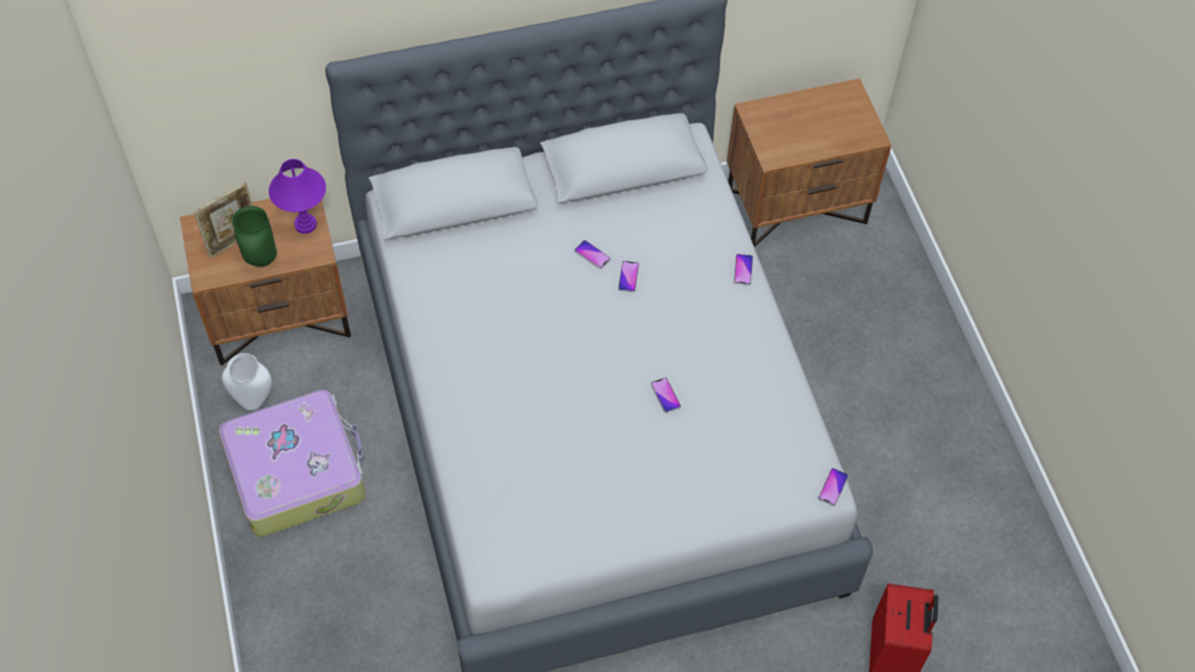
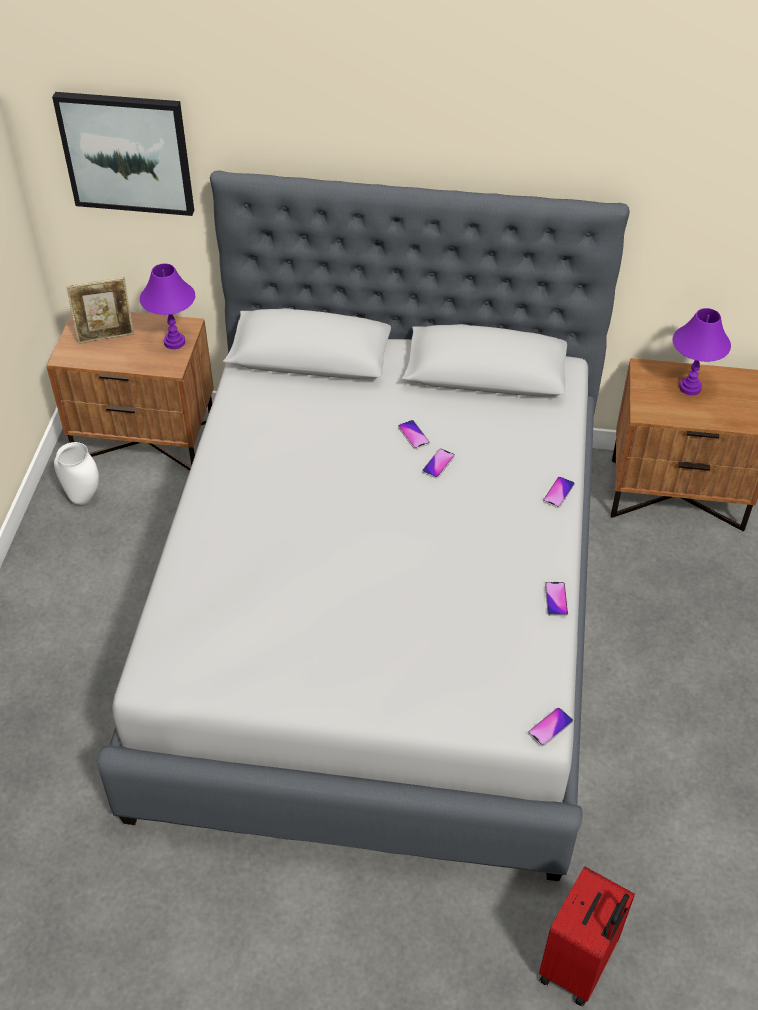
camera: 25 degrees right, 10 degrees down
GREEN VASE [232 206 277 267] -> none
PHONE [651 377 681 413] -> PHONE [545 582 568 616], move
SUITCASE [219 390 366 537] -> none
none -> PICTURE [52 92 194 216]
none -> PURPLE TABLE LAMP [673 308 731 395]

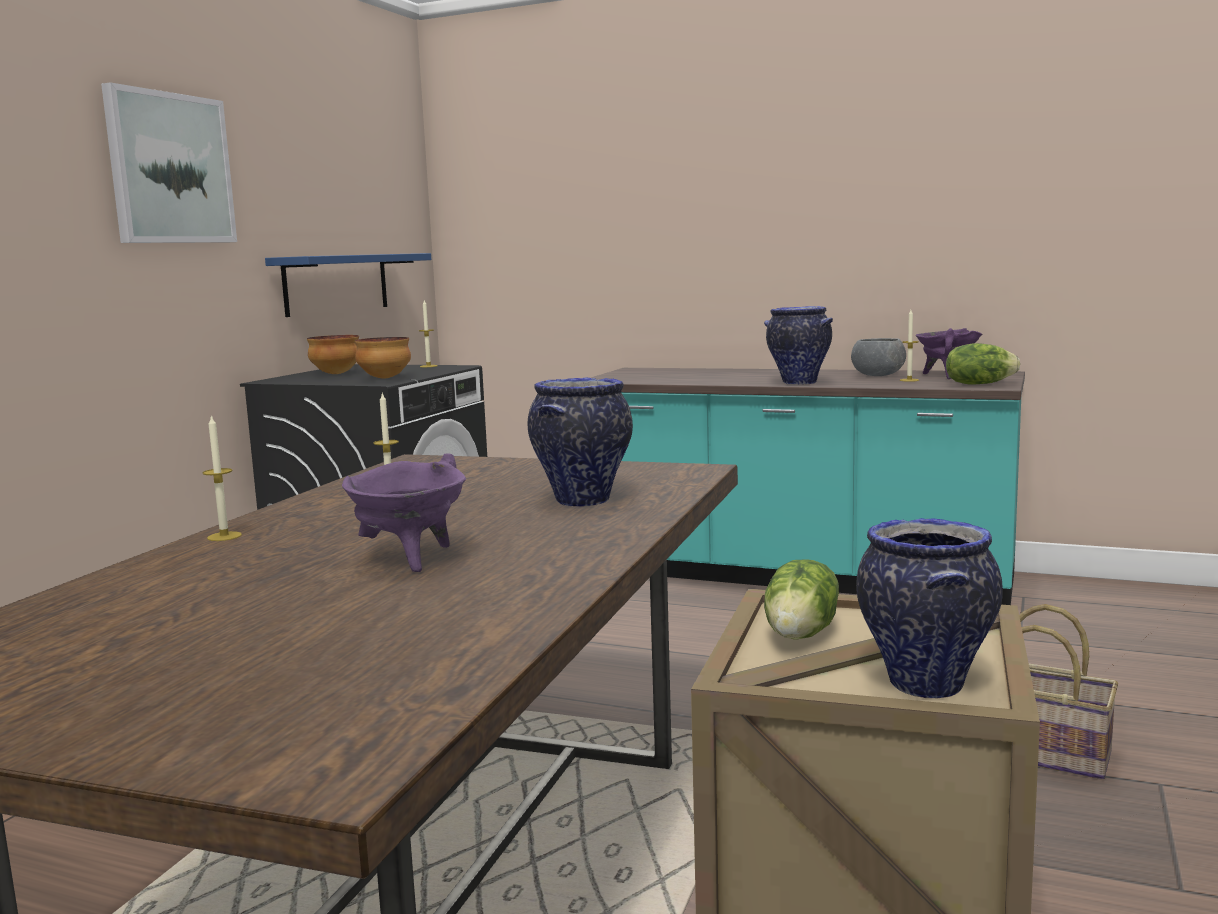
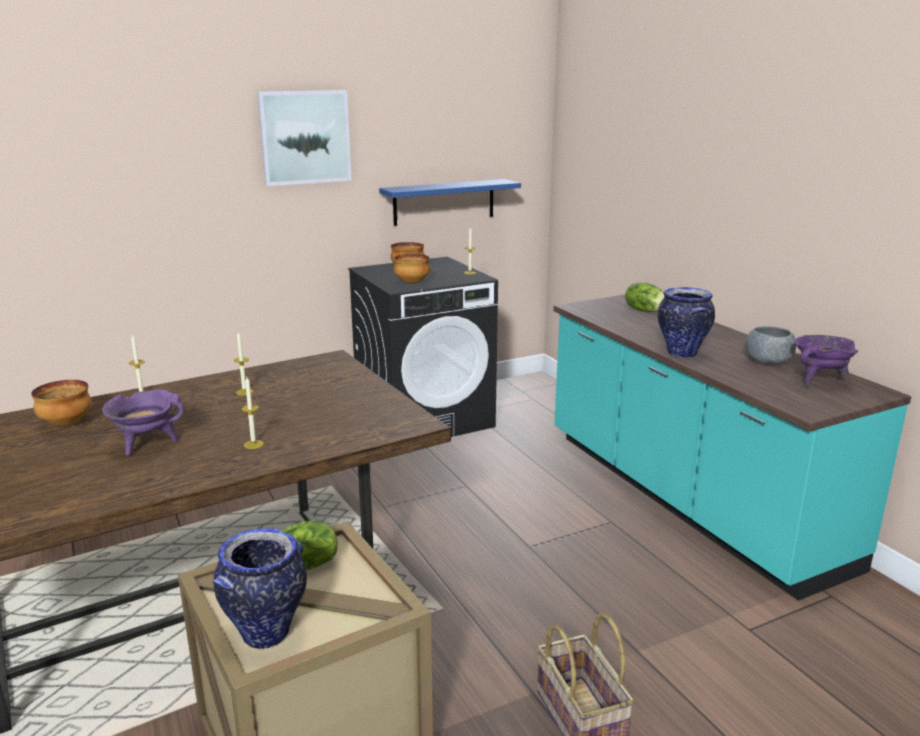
camera: 40 degrees right, 10 degrees up
CANDLE [900 310 919 382] -> CANDLE [241 377 264 449], move
LETTUCE [946 343 1020 385] -> LETTUCE [625 283 665 312], move
VASE [528 377 633 507] -> none
none -> BOWL [31 380 92 426]

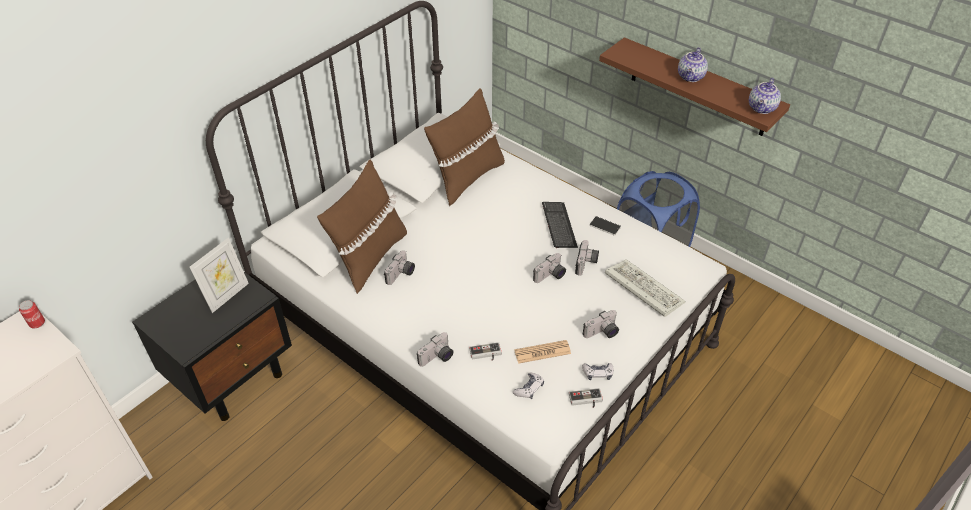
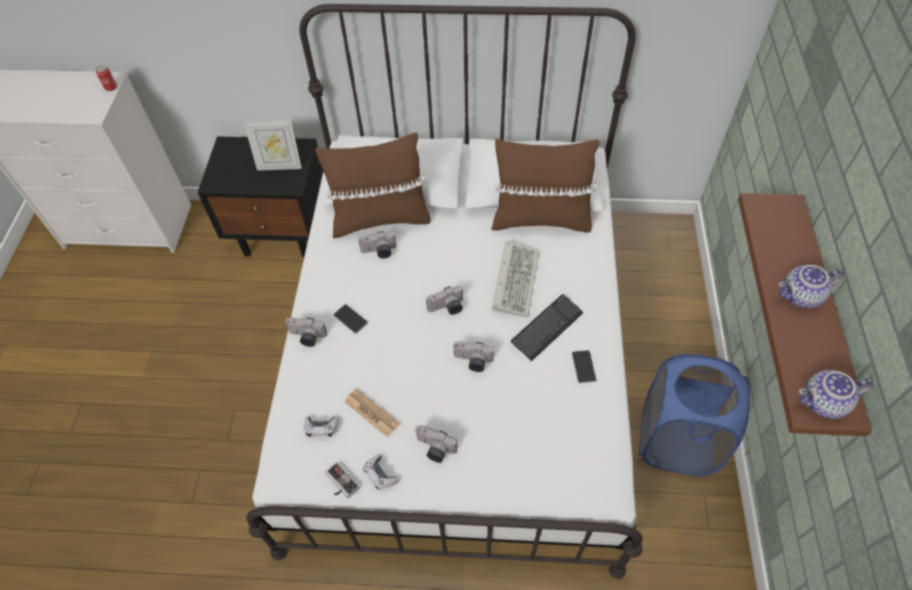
camera: 55 degrees right, 10 degrees up
PHOTO CAMERA [575 240 599 276] -> PHOTO CAMERA [426 286 464 315], move
KEYBOARD [605 259 686 317] -> KEYBOARD [492 241 539 317], move
GAME CONTROLLER [469 342 502 361] -> none
none -> PHONE [334 304 368 334]

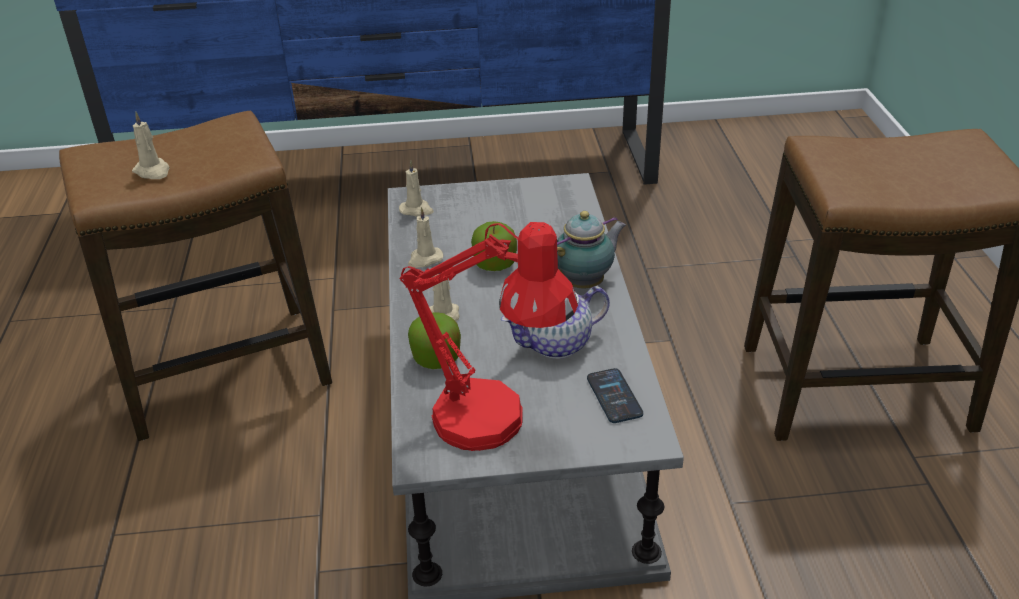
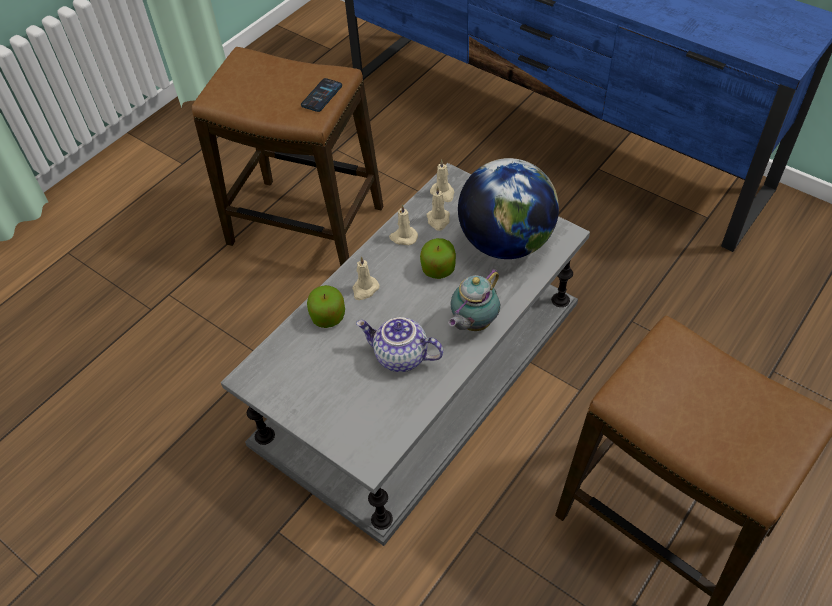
camera: 45 degrees right, 15 degrees up
BEIGE CANDLE [132 112 170 179] -> BEIGE CANDLE [426 186 450 231], move
TEAPOT [557 211 626 288] -> TEAPOT [448 269 500 331], 120 degrees clockwise
RED TABLE LAMP [400 222 578 451] -> none
PHONE [587 368 643 423] -> PHONE [301 78 342 112], move
none -> GLOBE [458 158 559 259]

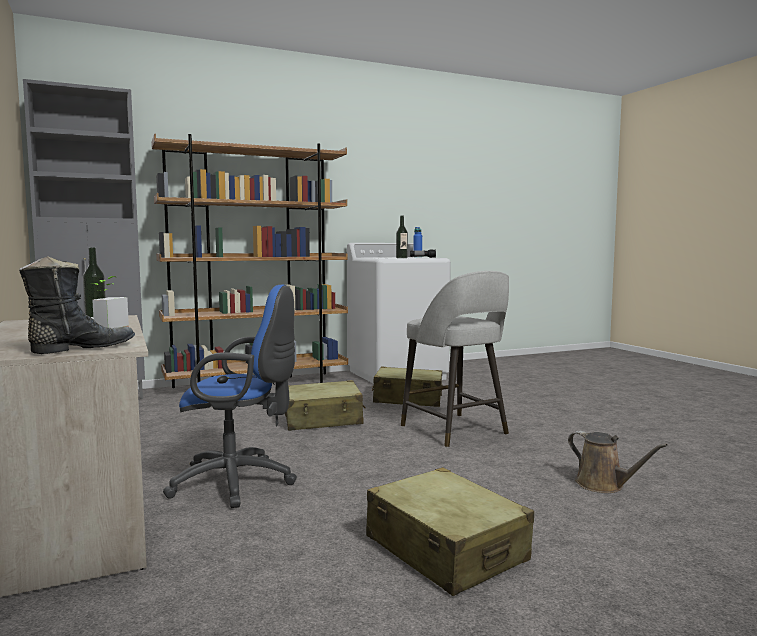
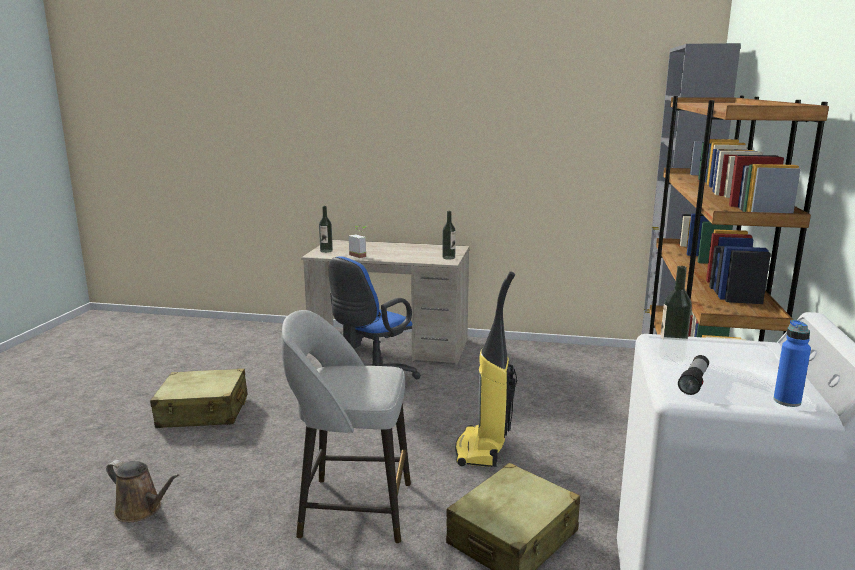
camera: 125 degrees right, 10 degrees up
BLACK BOOT [19 256 135 354] -> BOTTLE [319 206 333 253]
BEIGE SUITCASE [285 380 366 431] -> VACUUM CLEANER [455 271 517 467]
BROWN WATERING CAN [568 431 668 493] -> BROWN WATERING CAN [106 460 179 522], 150 degrees counterclockwise

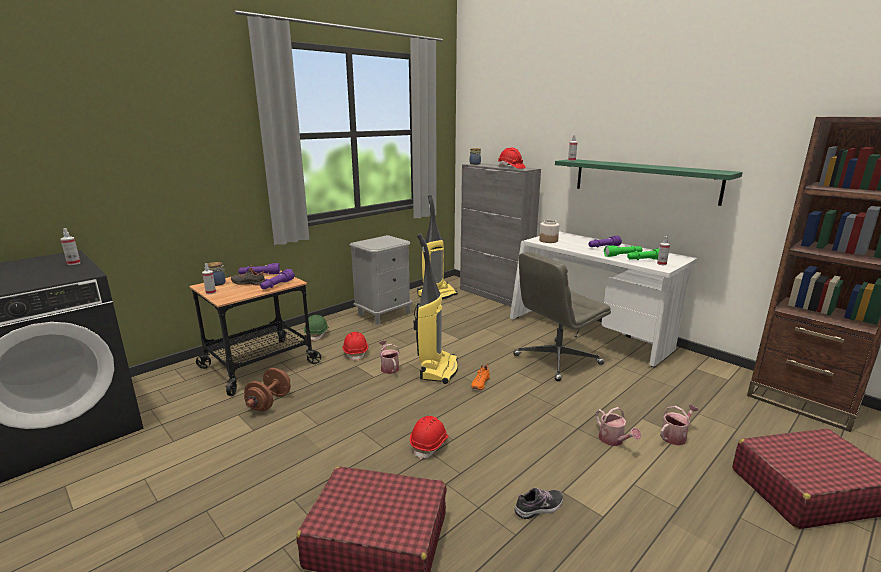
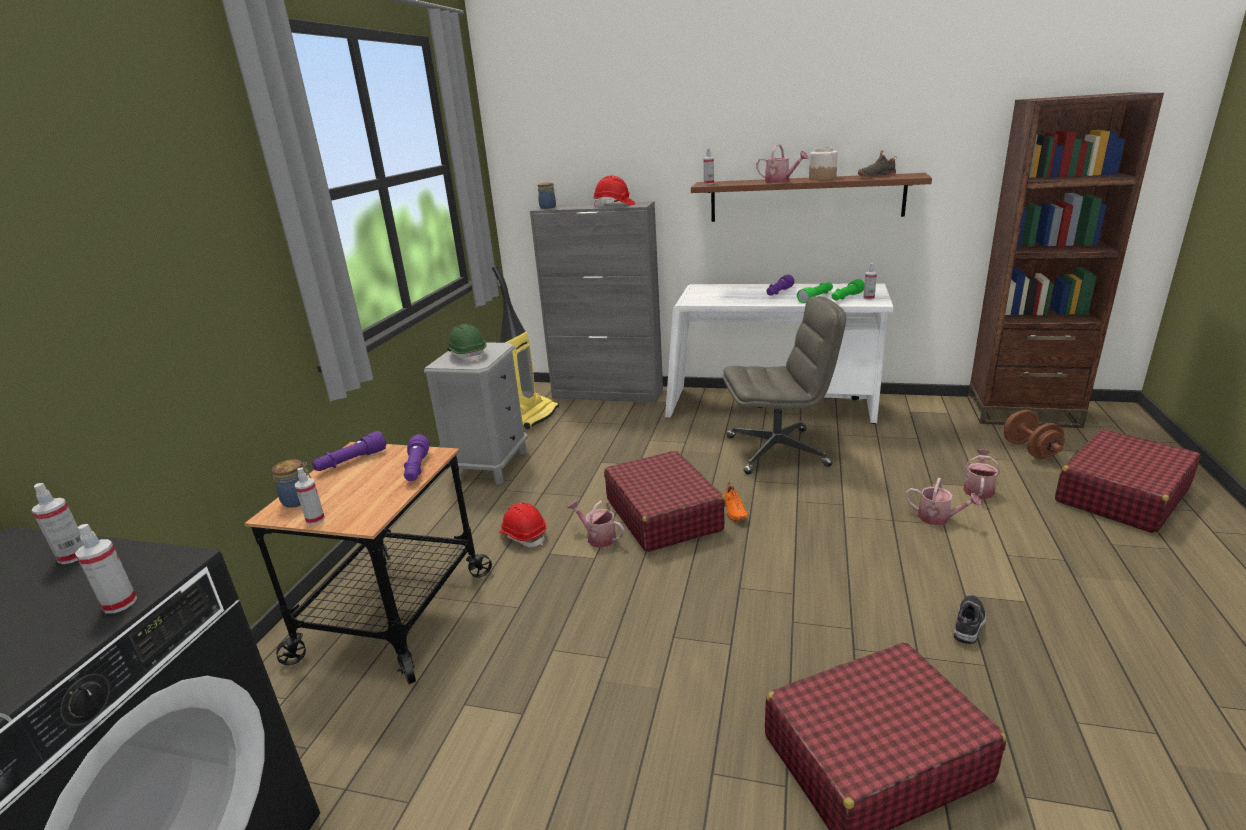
camera: 30 degrees left, 5 degrees up
GREEN SHELF [555 159 743 206] -> BROWN SHELF [691 173 932 222]
JAR [539 220 559 243] -> JAR [809 147 838 180], move
VACUUM CLEANER [414 233 458 384] -> RED SUITCASE [604 451 726 552]
GREY OFFICE CHAIR [513 252 611 381] -> GREY OFFICE CHAIR [723 296 846 474], 120 degrees counterclockwise
BLACK SHOE [231 265 265 286] -> BLACK SHOE [858 151 897 178], move
GREEN HARD HAT [304 315 329 341] -> GREEN HARD HAT [447 324 486 362], move
BROWN DUMBBELL [244 368 291 411] -> BROWN DUMBBELL [1004 410 1065 459], move
RED HARD HAT [410 416 449 460] -> none
none -> WATERING CAN [756 144 809 183]
none -> SPRAY BOTTLE [75 524 137 614]

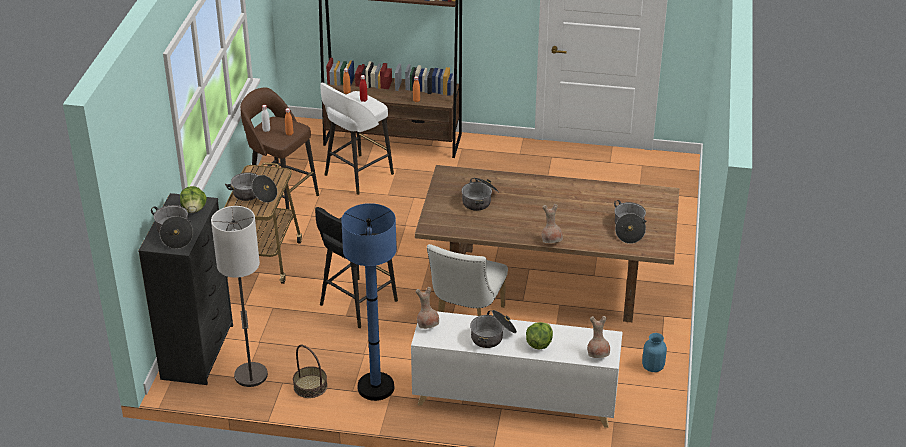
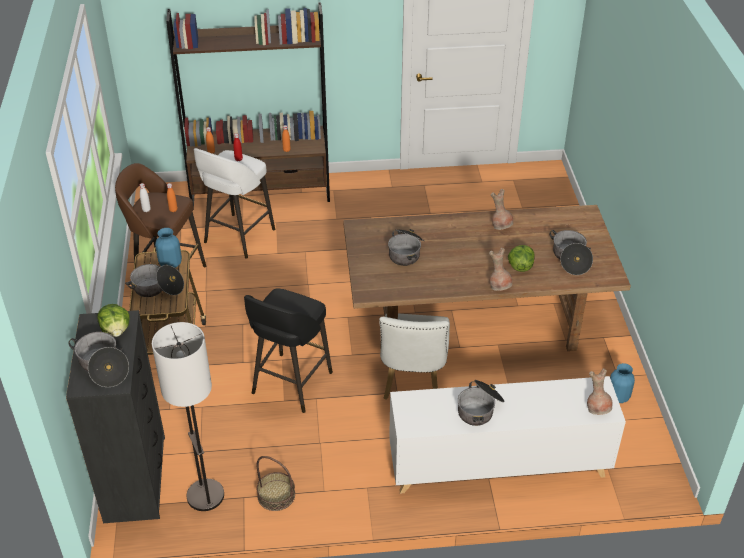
camera: 15 degrees left, 5 degrees up
BLUE FLOOR LAMP [341 203 397 401] -> none
BROWN VASE [416 287 439 329] -> BROWN VASE [491 189 513 230], move
LETTUCE [526 322 553 350] -> LETTUCE [508 245 534 272], move
none -> BLUE VASE [155 228 182 268]

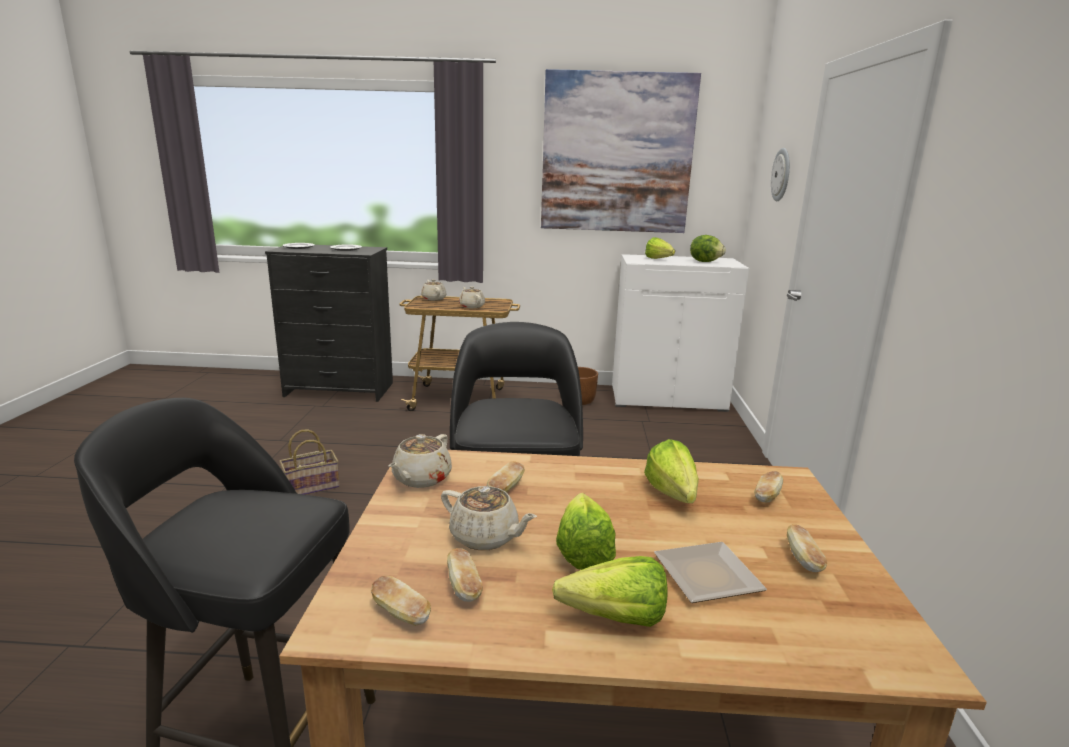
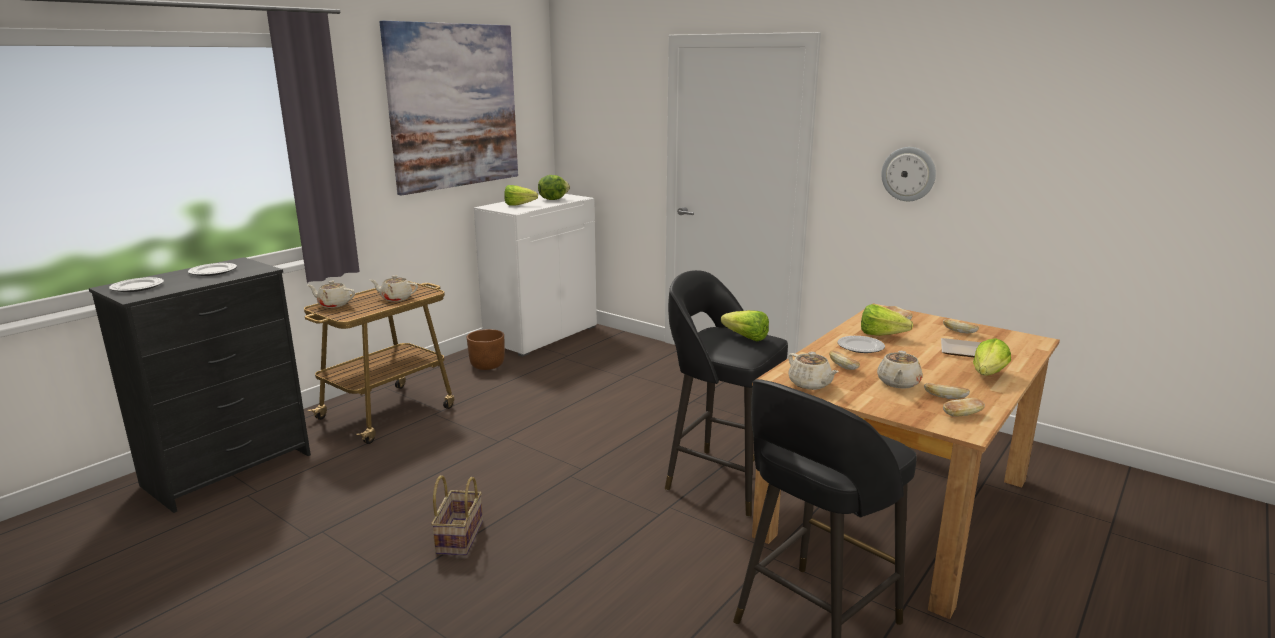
camera: 55 degrees left, 0 degrees up
WALL CLOCK [771 148 790 201] -> WALL CLOCK [881 147 936 201], move
BEIGE TEAPOT [441 486 537 550] -> BEIGE TEAPOT [877 351 922 389], 135 degrees clockwise
LETTUCE [556 493 616 570] -> LETTUCE [721 310 769 342], move
none -> PLATE [837 336 885 353]

